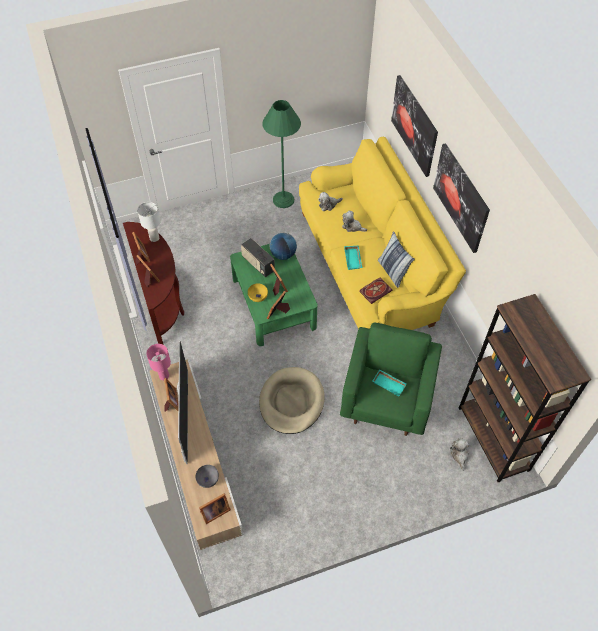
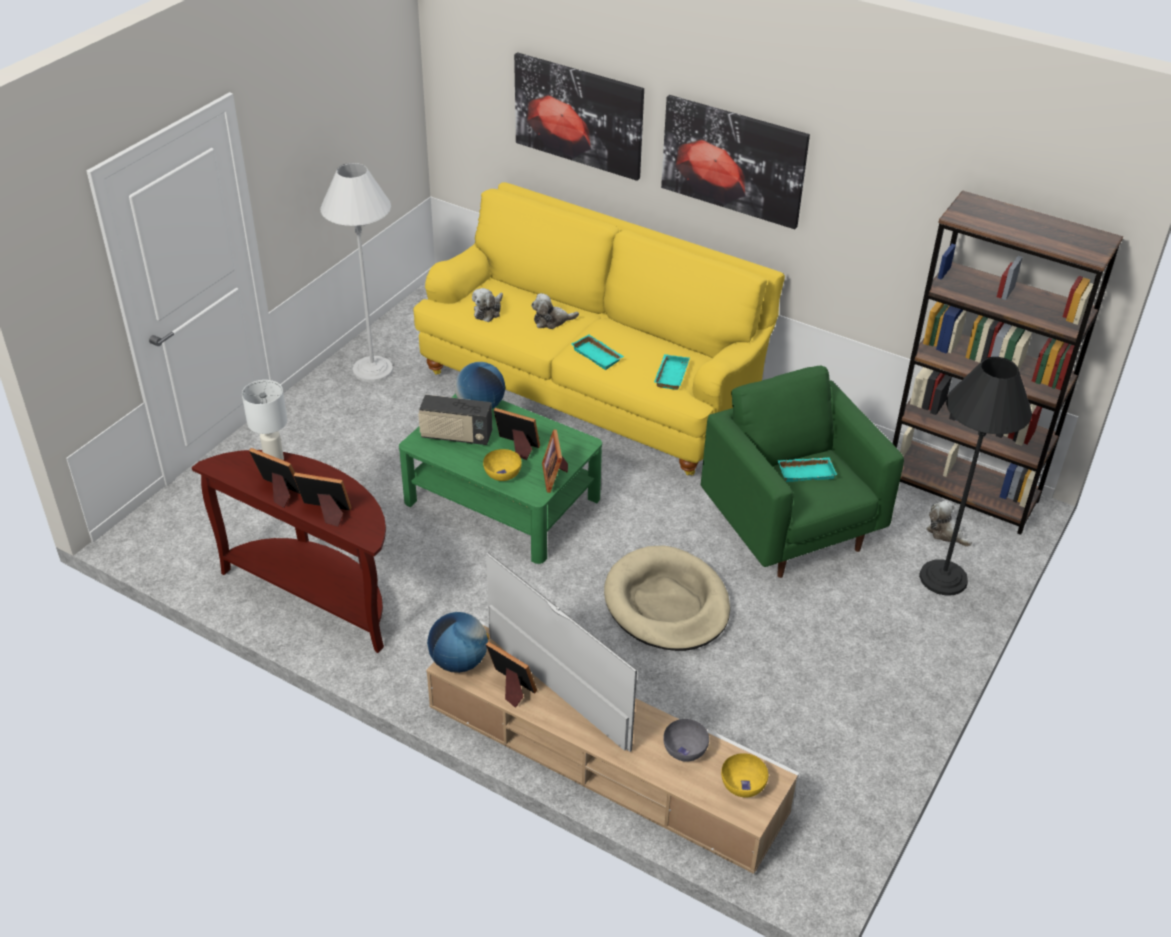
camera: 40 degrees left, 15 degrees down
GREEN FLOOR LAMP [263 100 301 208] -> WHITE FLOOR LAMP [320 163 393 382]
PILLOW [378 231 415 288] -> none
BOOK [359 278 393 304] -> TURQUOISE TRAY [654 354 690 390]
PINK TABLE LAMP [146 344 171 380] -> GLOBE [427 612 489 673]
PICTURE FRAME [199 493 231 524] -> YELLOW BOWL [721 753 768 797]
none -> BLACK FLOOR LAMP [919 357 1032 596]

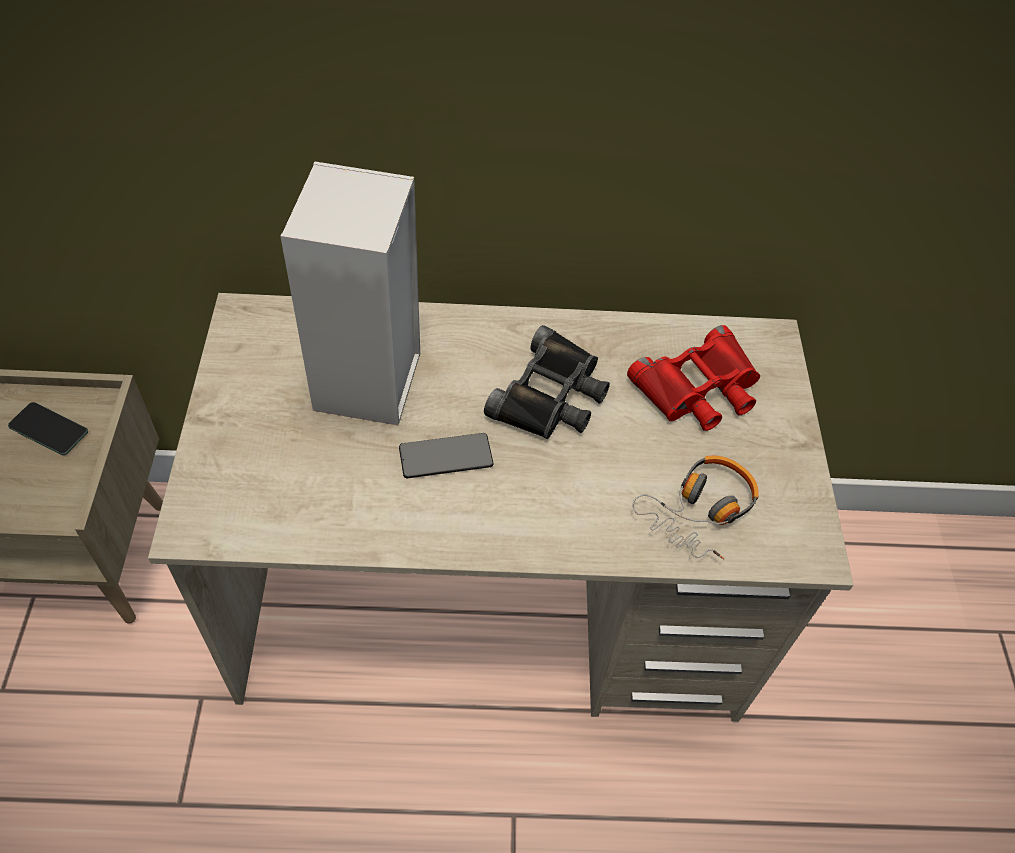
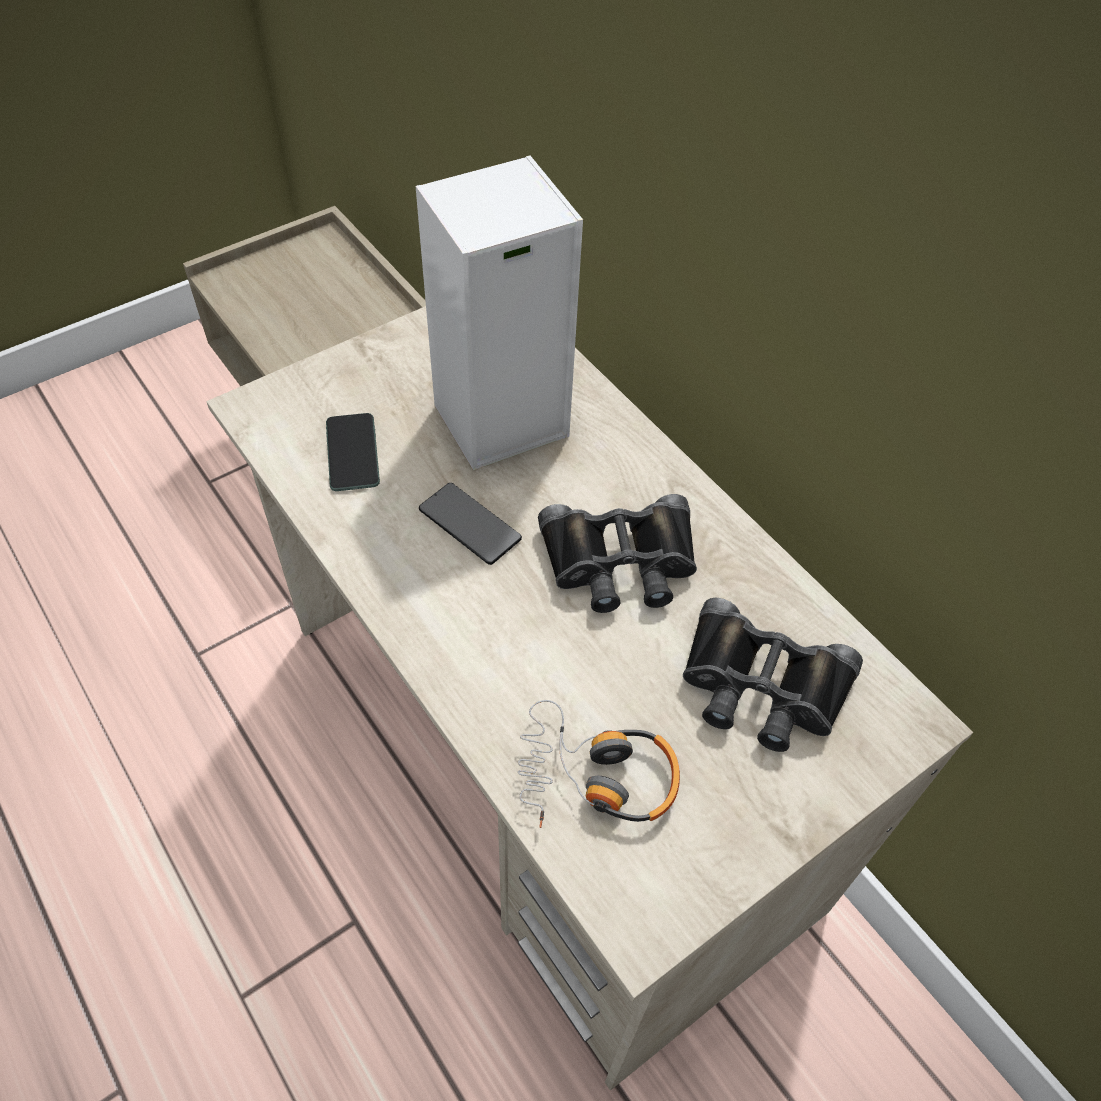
camera: 55 degrees right, 0 degrees up
RED BINOCULARS [627 325 760 431] -> BLACK BINOCULARS [683 598 863 752]
PHONE [8 402 88 455] -> PHONE [326 413 380 491], move

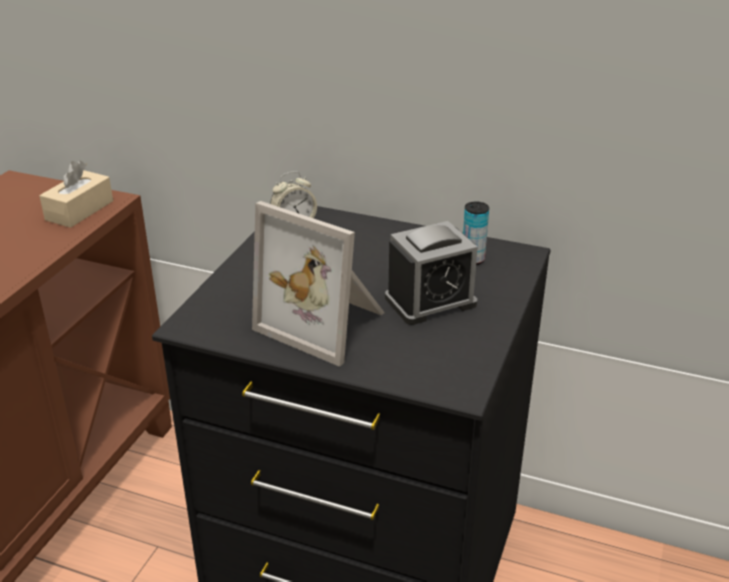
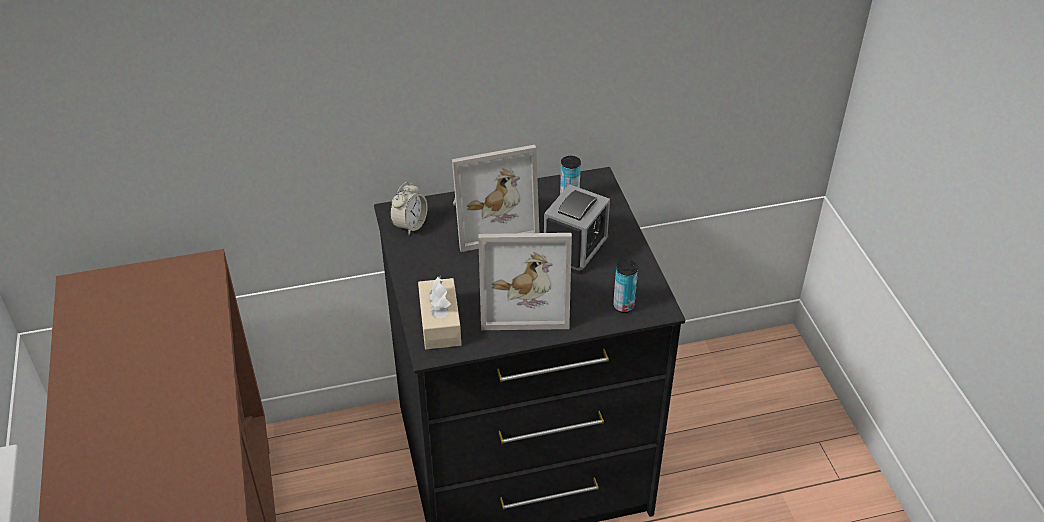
camera: 35 degrees left, 10 degrees up
BEIGE TISSUE BOX [39 161 113 228] -> BEIGE TISSUE BOX [418 276 461 349], move
none -> PICTURE FRAME [452 145 539 252]
none -> CAN [613 260 638 313]

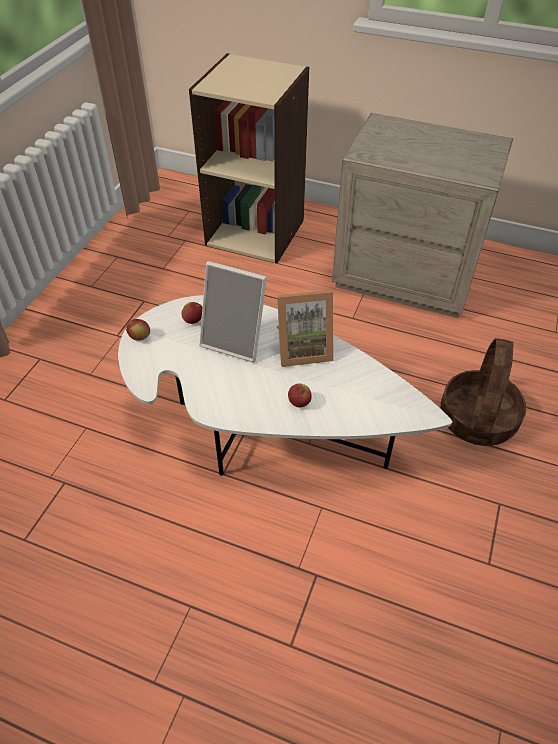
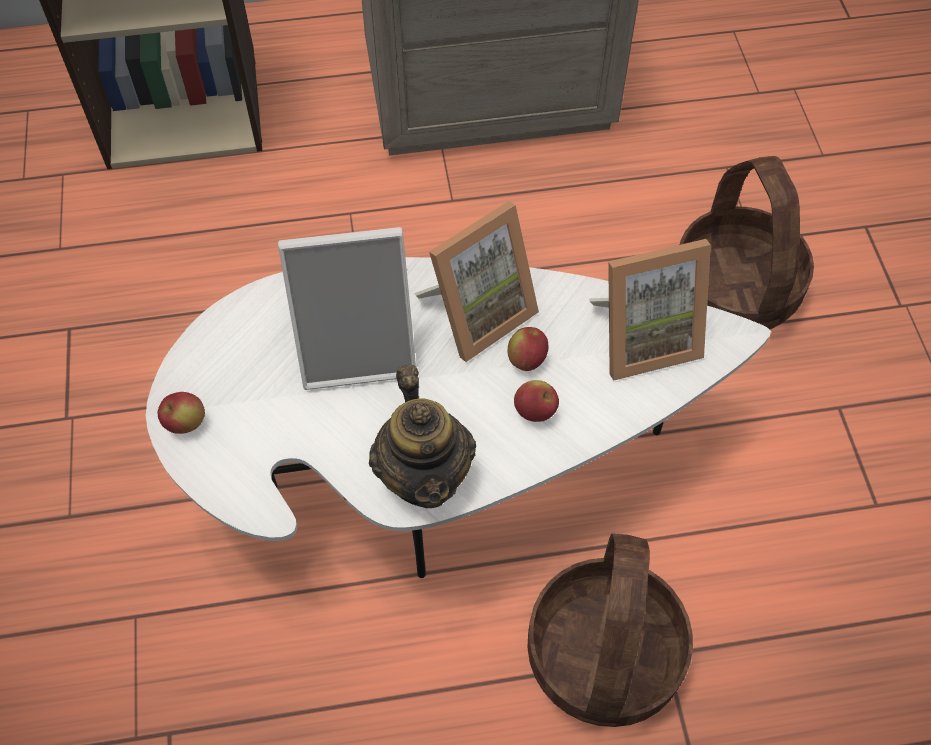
camera: 30 degrees left, 10 degrees up
APPLE [181 302 202 324] -> APPLE [508 327 548 371], move
none -> PICTURE FRAME [589 239 711 381]
none -> TEAPOT [369 365 476 508]
none -> BASKET [527 534 693 727]

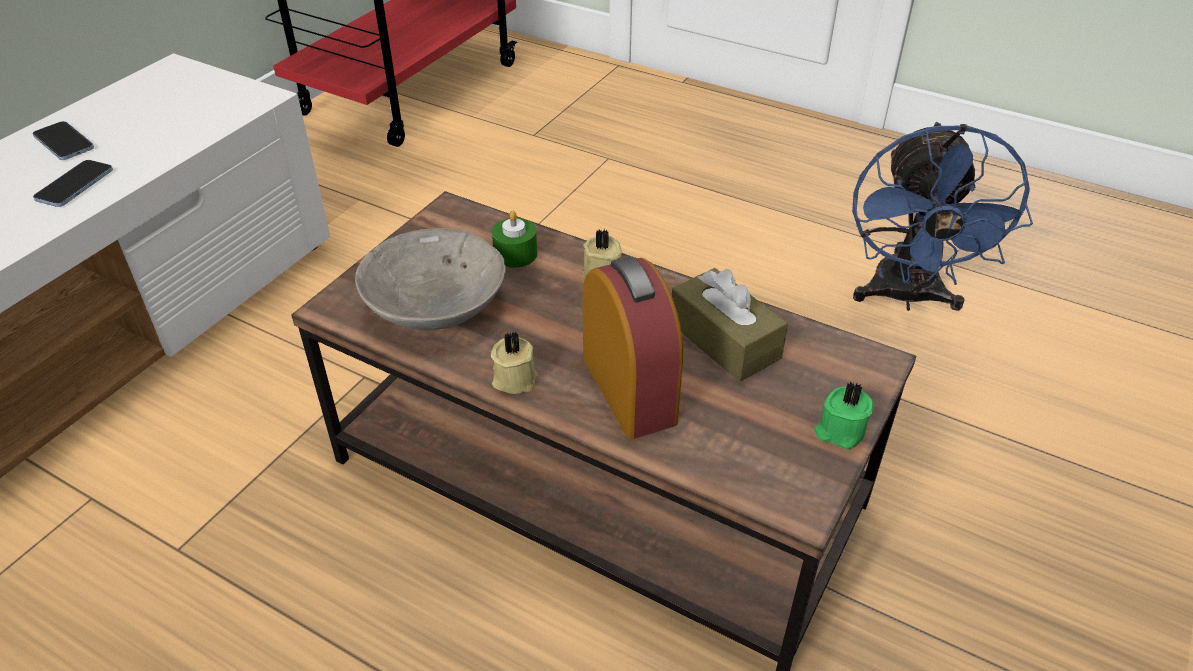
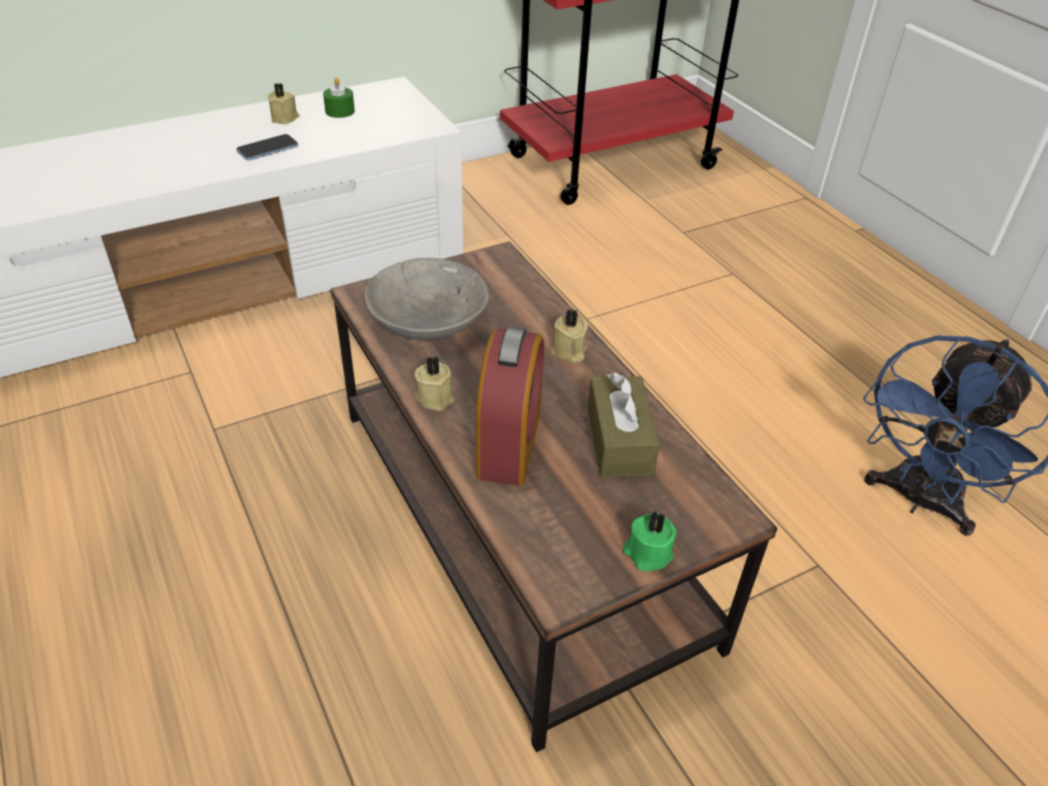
camera: 30 degrees right, 0 degrees up
PHONE [33 121 94 160] -> BEIGE CANDLE [267 83 299 124]
GREEN CANDLE [492 210 537 268] -> GREEN CANDLE [323 77 355 118], move

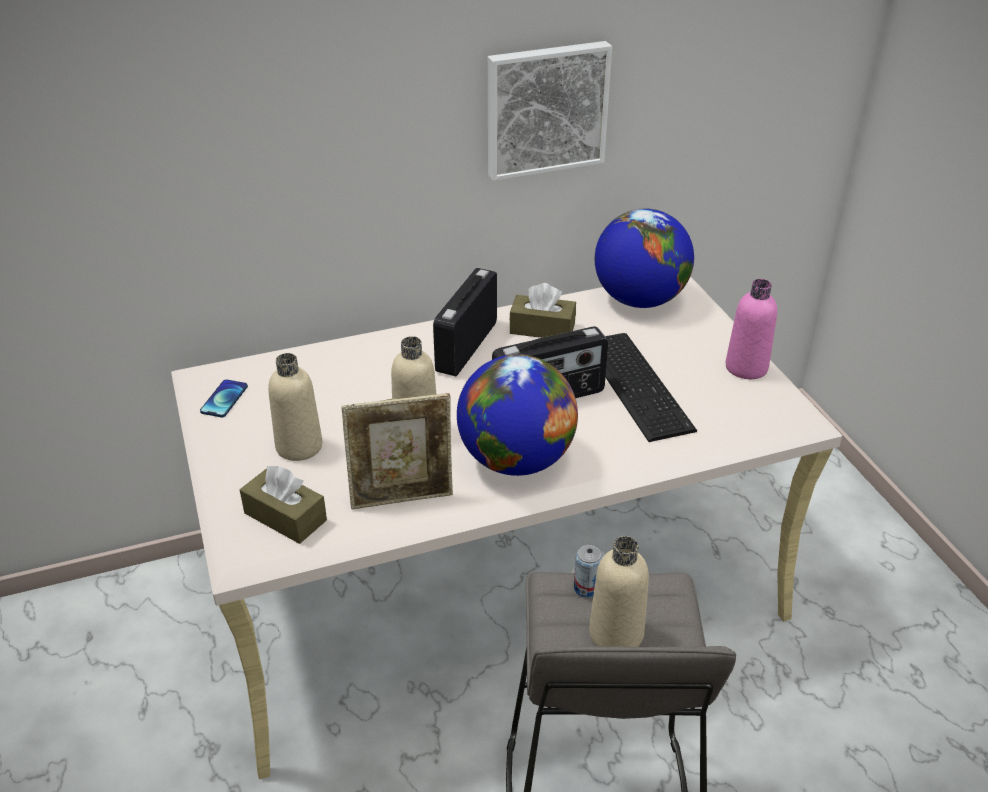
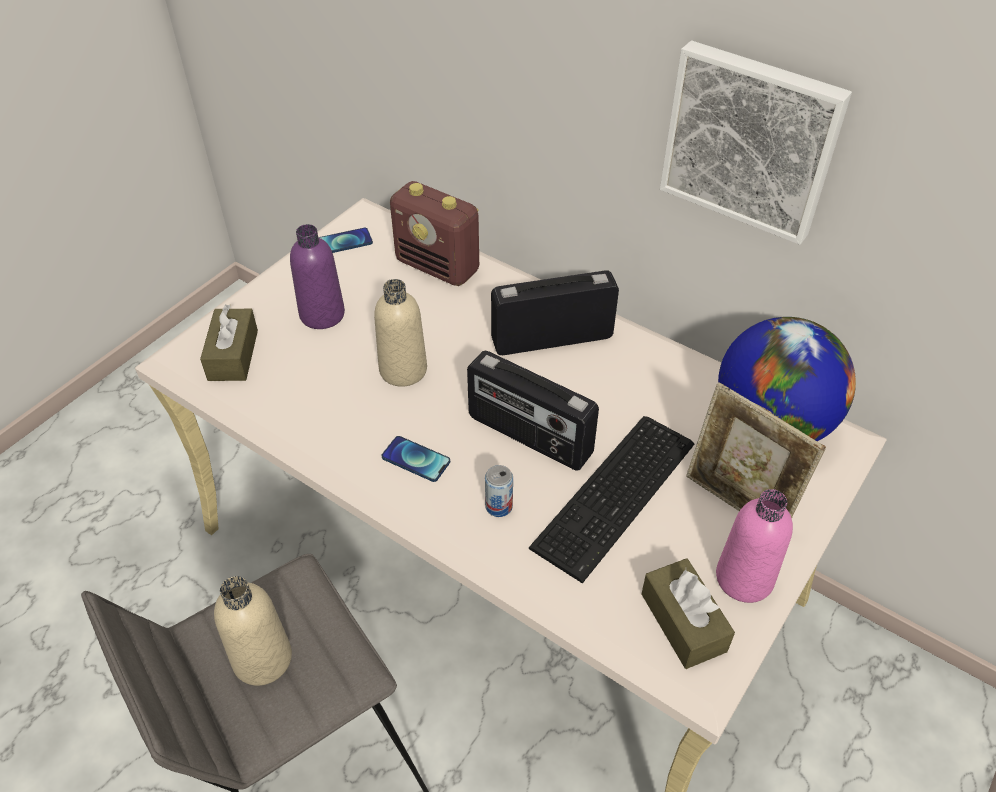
camera: 55 degrees right, 10 degrees up
BROWN TISSUE BOX [510 283 576 338] -> BROWN TISSUE BOX [642 558 735 669], move
BEIGE BOTTLE [268 353 322 461] -> PURPLE BOTTLE [290 224 345 329]
GLOBE [457 354 578 476] -> PHONE [382 436 450 482]
PICTURE FRAME [341 393 453 510] -> PICTURE FRAME [686 382 826 518], move
CAN [574 545 603 598] -> CAN [485 465 513 517], move
none -> RADIO [390 181 479 286]

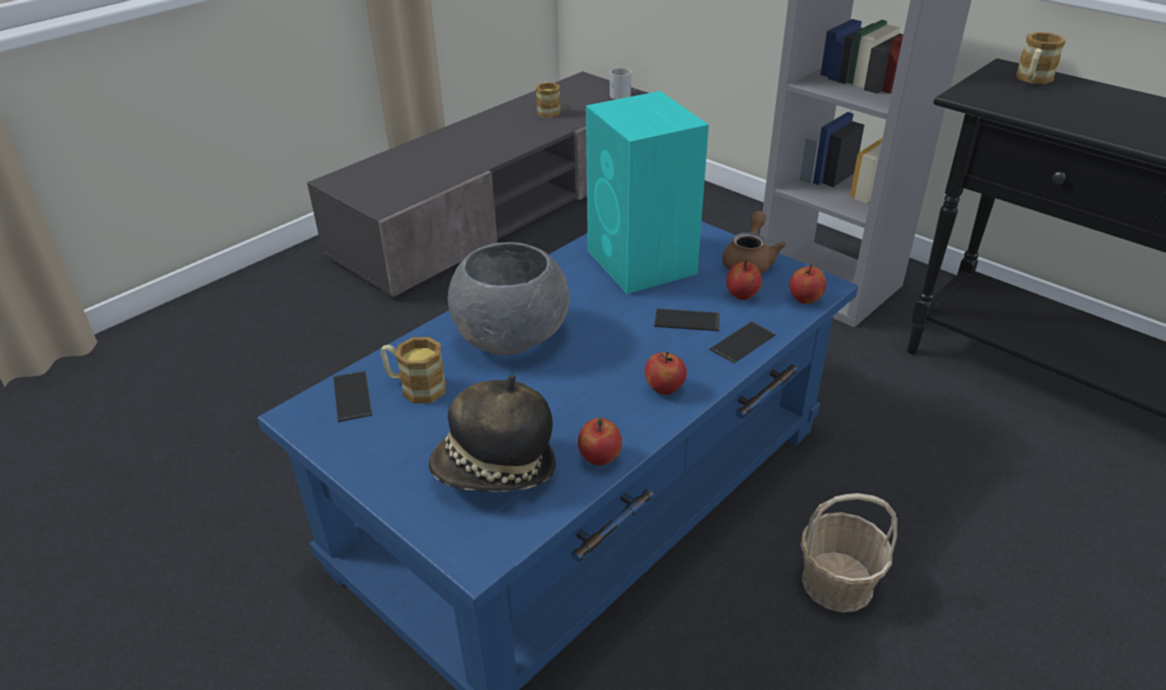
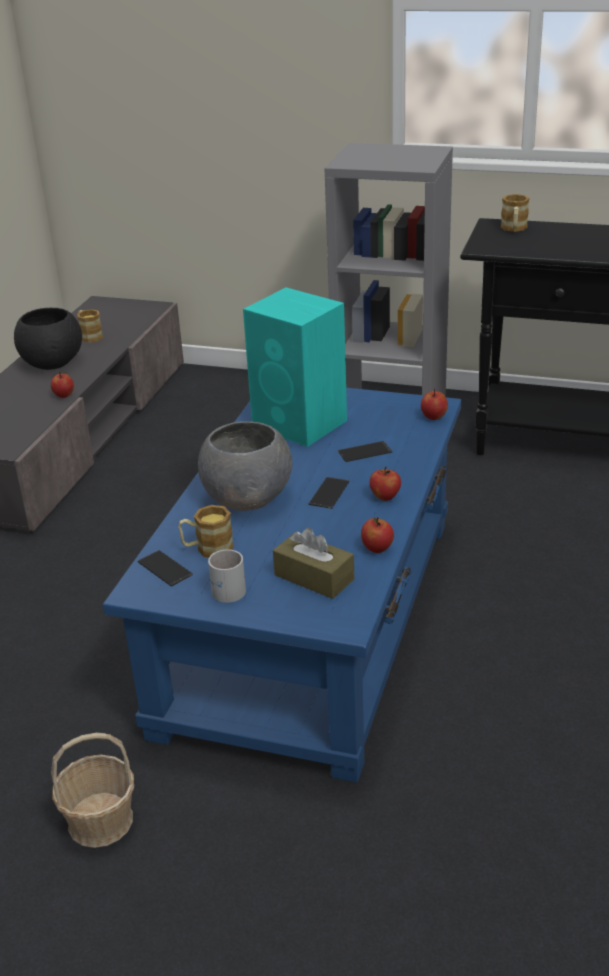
camera: 25 degrees left, 5 degrees down
WHITE MUG [610 68 631 99] -> WHITE MUG [208 549 246 603], move
BROWN TEAPOT [722 211 786 273] -> none
APPLE [726 260 762 300] -> APPLE [51 371 74 398], move
PHONE [710 321 776 364] -> PHONE [309 477 349 509], move
HAT [429 375 556 492] -> BROWN TISSUE BOX [273 528 354 599]
BASKET [801 493 897 613] -> BASKET [51 733 134 848], move
none -> BLACK BOWL [14 308 82 370]

